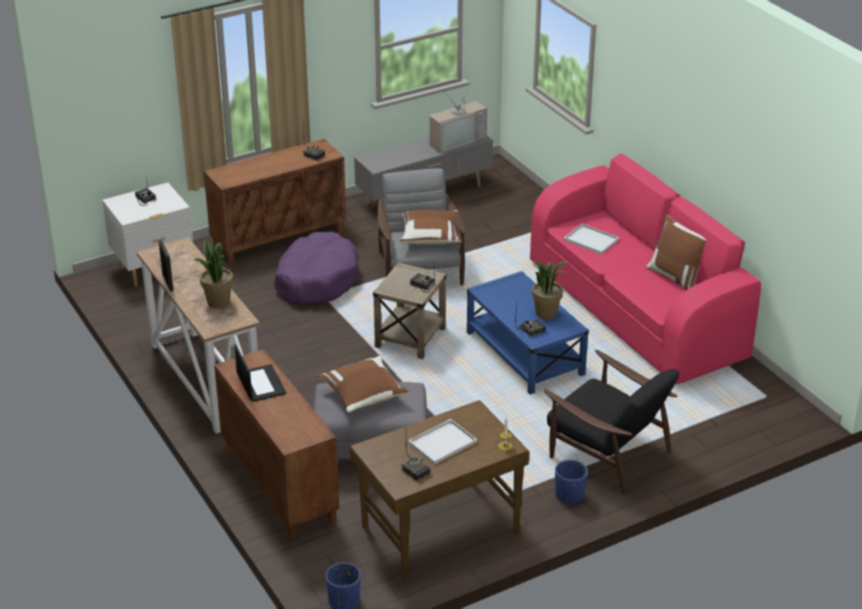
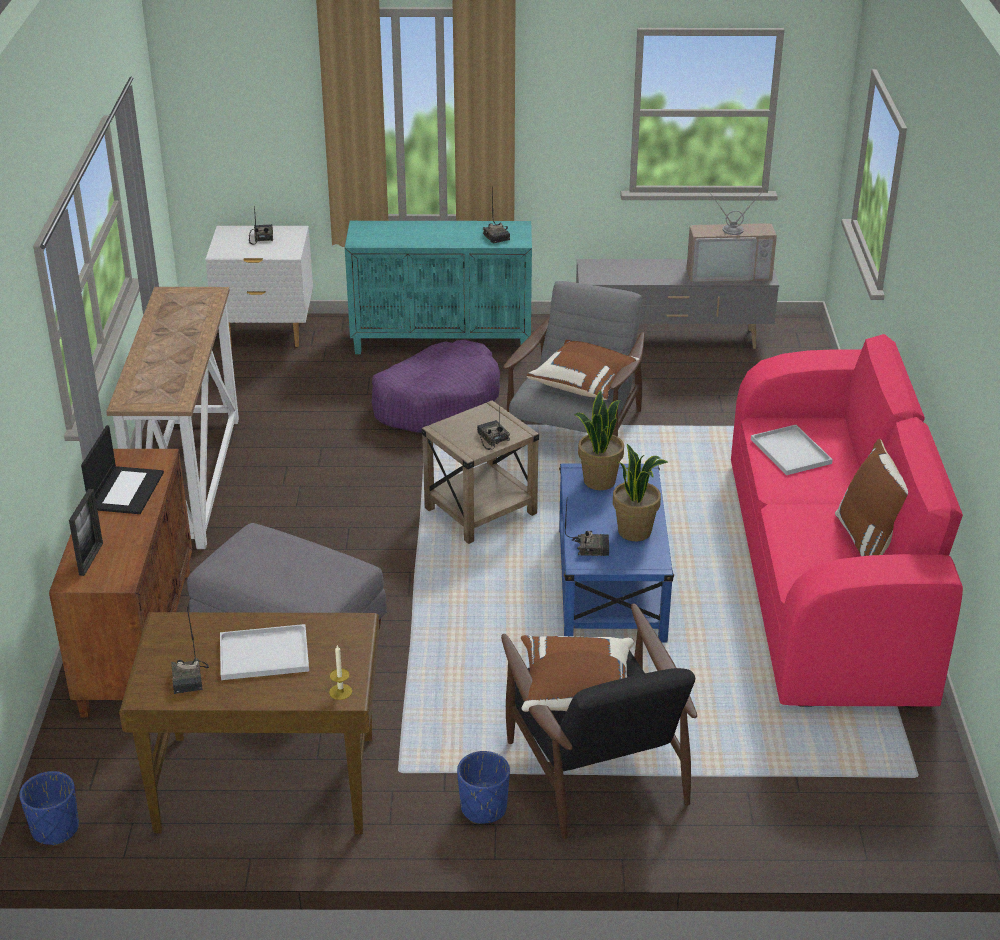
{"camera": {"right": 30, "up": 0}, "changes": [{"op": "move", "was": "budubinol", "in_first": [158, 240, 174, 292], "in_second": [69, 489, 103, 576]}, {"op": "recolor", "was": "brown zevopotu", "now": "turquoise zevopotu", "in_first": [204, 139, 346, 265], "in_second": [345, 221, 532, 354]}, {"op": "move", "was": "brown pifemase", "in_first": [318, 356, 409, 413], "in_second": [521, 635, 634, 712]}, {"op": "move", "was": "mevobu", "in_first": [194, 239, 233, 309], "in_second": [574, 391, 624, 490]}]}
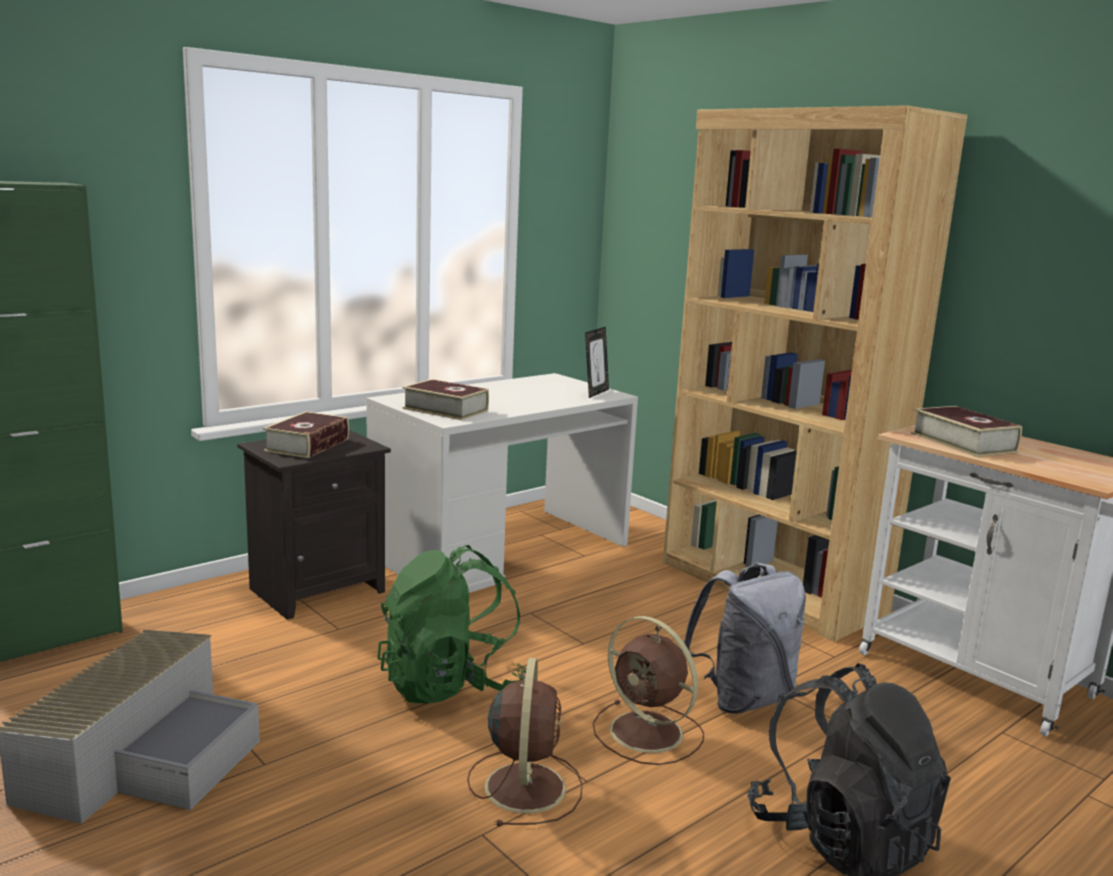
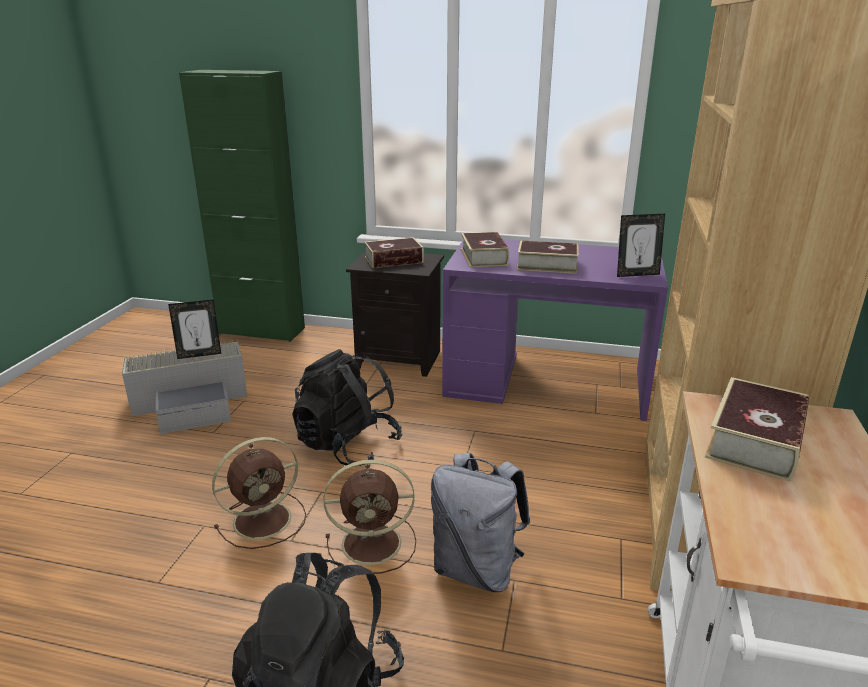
{"camera": {"right": 55, "up": 10}, "changes": [{"op": "insert", "now": "budubinol", "in_second": [168, 299, 221, 359]}, {"op": "recolor", "was": "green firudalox", "now": "black firudalox", "in_first": [378, 545, 526, 704], "in_second": [292, 349, 402, 466]}, {"op": "rotate", "was": "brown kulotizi", "in_first": [593, 616, 704, 765], "in_second": [323, 460, 416, 574], "clockwise": -105}, {"op": "recolor", "was": "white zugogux", "now": "purple zugogux", "in_first": [366, 373, 638, 593], "in_second": [442, 239, 668, 421]}, {"op": "insert", "now": "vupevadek", "in_second": [517, 241, 579, 274]}]}
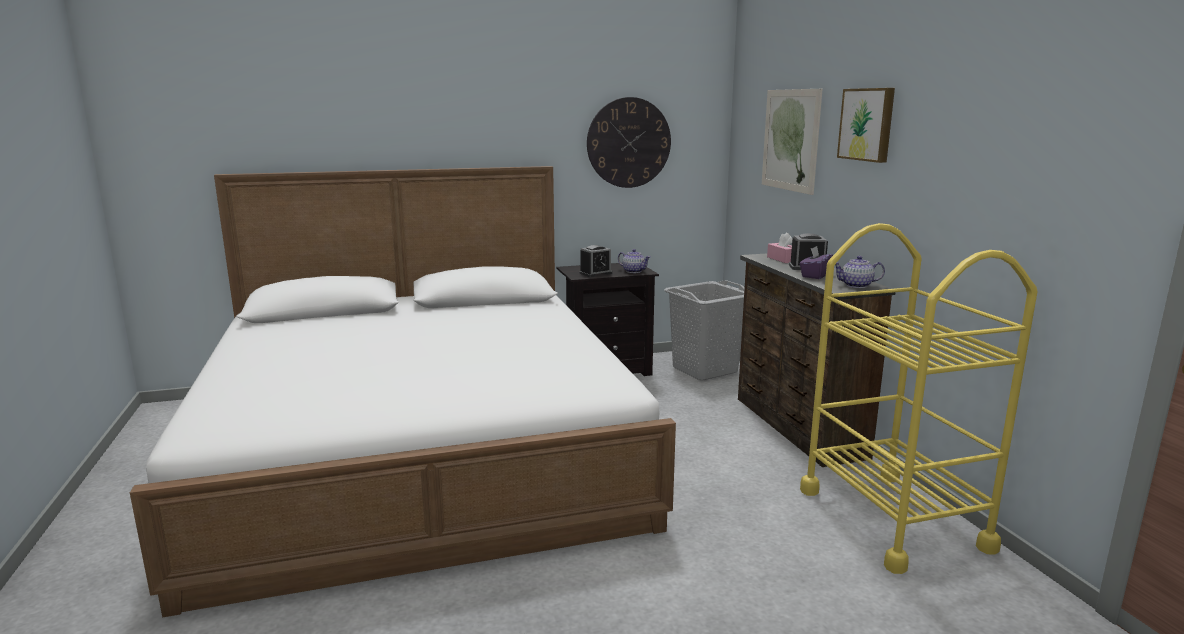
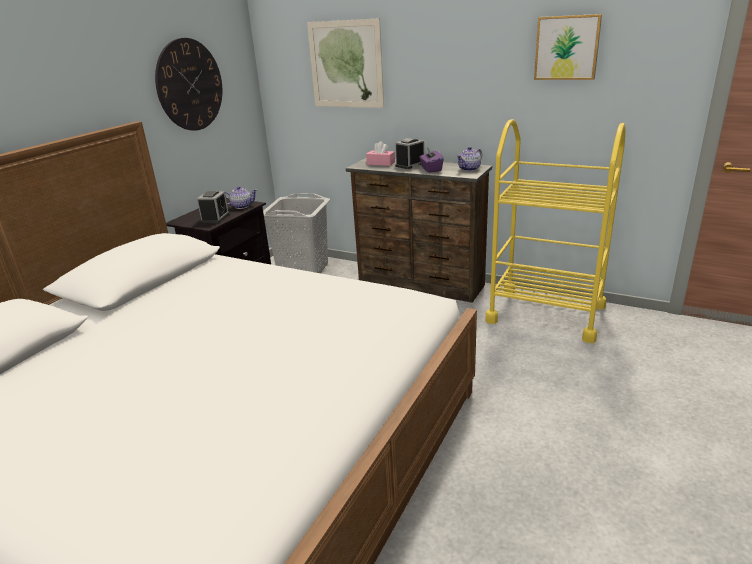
{"camera": {"right": -45, "up": 10}, "changes": [{"op": "move", "was": "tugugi", "in_first": [837, 88, 895, 163], "in_second": [534, 14, 602, 80]}]}
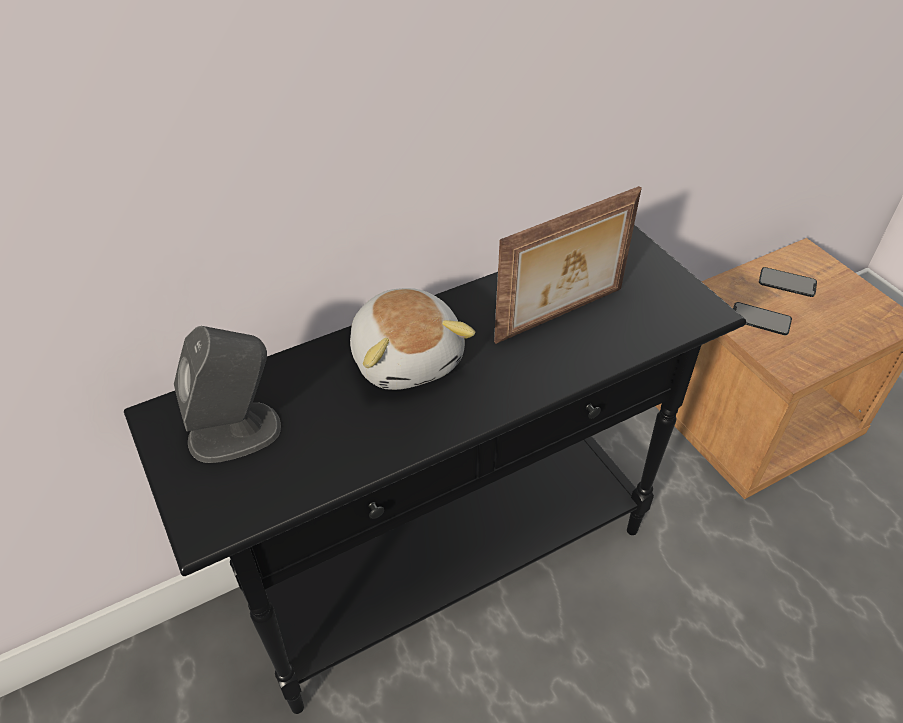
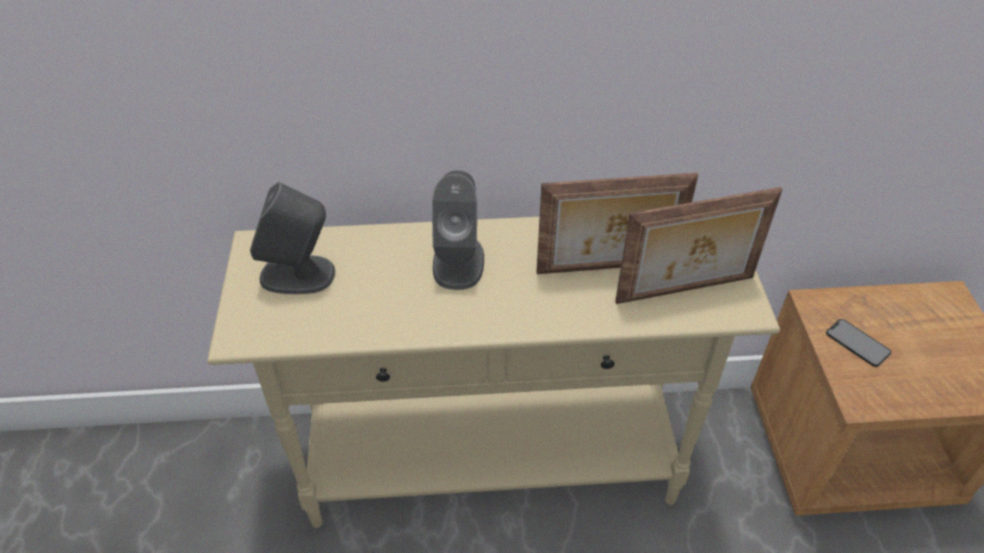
{"camera": {"right": 25, "up": 0}, "changes": [{"op": "recolor", "was": "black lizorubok", "now": "beige lizorubok", "in_first": [124, 224, 746, 714], "in_second": [207, 217, 780, 528]}, {"op": "replace", "was": "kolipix", "now": "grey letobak", "in_first": [350, 288, 475, 390], "in_second": [432, 170, 484, 290]}, {"op": "insert", "now": "budubinol", "in_second": [615, 187, 783, 304]}, {"op": "delete", "was": "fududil", "in_first": [759, 267, 817, 297]}]}
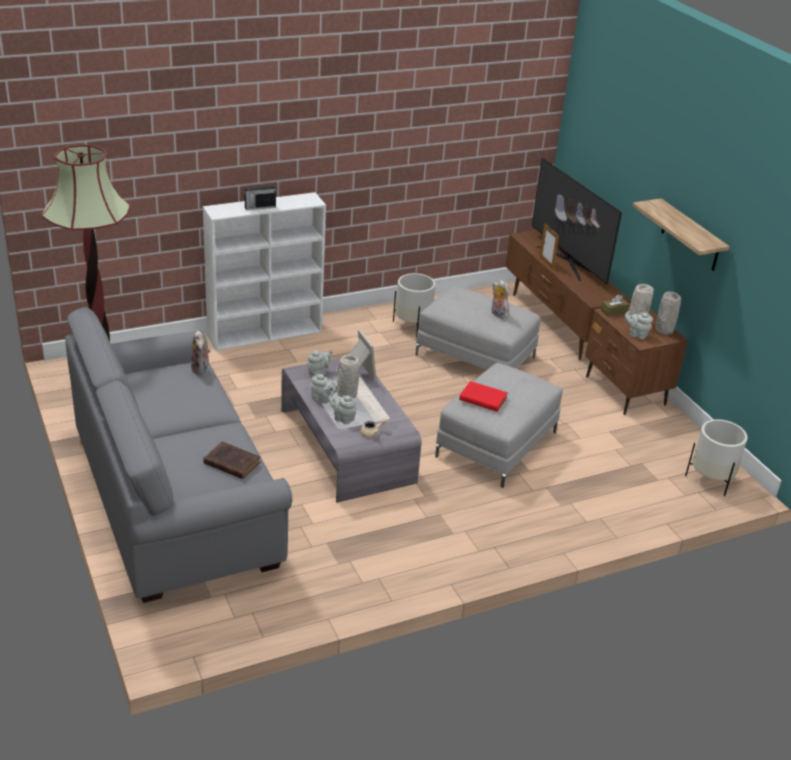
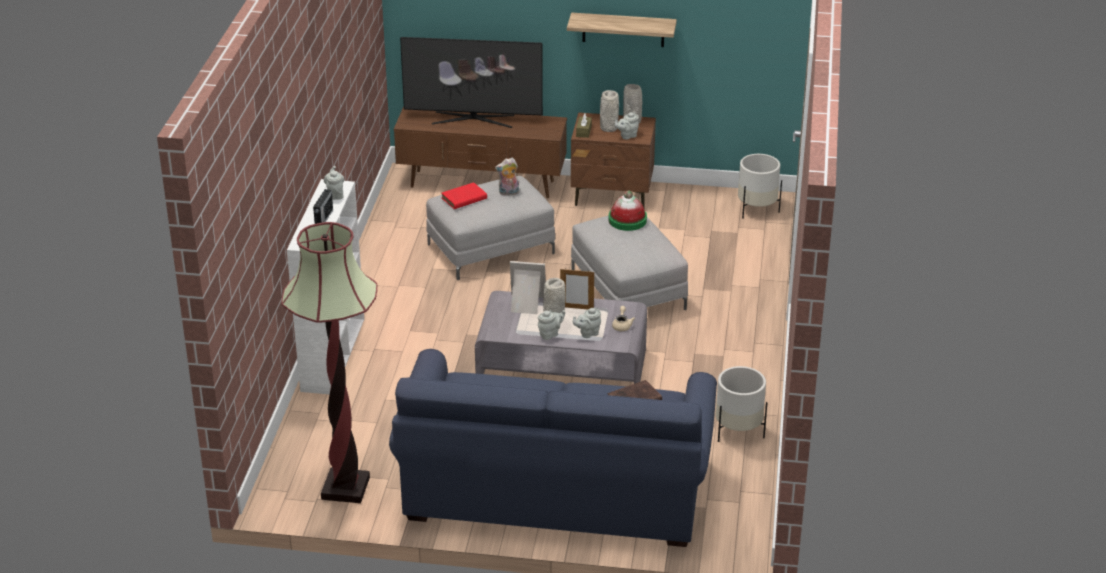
{"camera": {"right": -55, "up": 0}, "changes": [{"op": "move", "was": "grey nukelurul", "in_first": [307, 350, 332, 377], "in_second": [324, 166, 345, 200]}, {"op": "recolor", "was": "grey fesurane", "now": "blue fesurane", "in_first": [65, 307, 292, 603], "in_second": [389, 349, 717, 547]}, {"op": "move", "was": "red vupevadek", "in_first": [459, 381, 508, 412], "in_second": [441, 182, 487, 209]}, {"op": "move", "was": "budubinol", "in_first": [539, 224, 559, 270], "in_second": [560, 268, 594, 309]}, {"op": "insert", "now": "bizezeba", "in_second": [609, 190, 647, 231]}, {"op": "move", "was": "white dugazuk", "in_first": [393, 273, 436, 338], "in_second": [716, 366, 768, 442]}, {"op": "delete", "was": "kolipix", "in_first": [191, 330, 210, 375]}]}
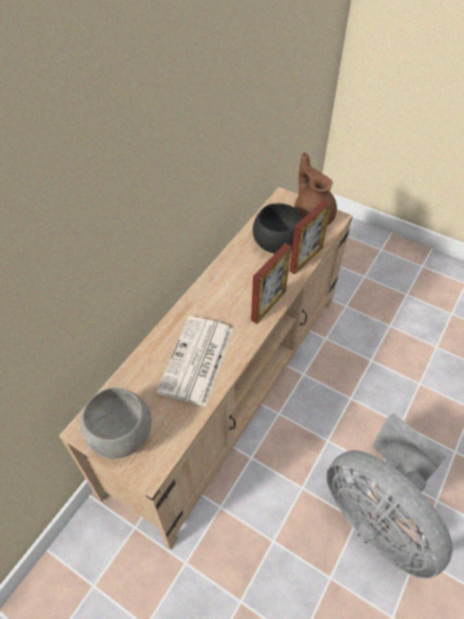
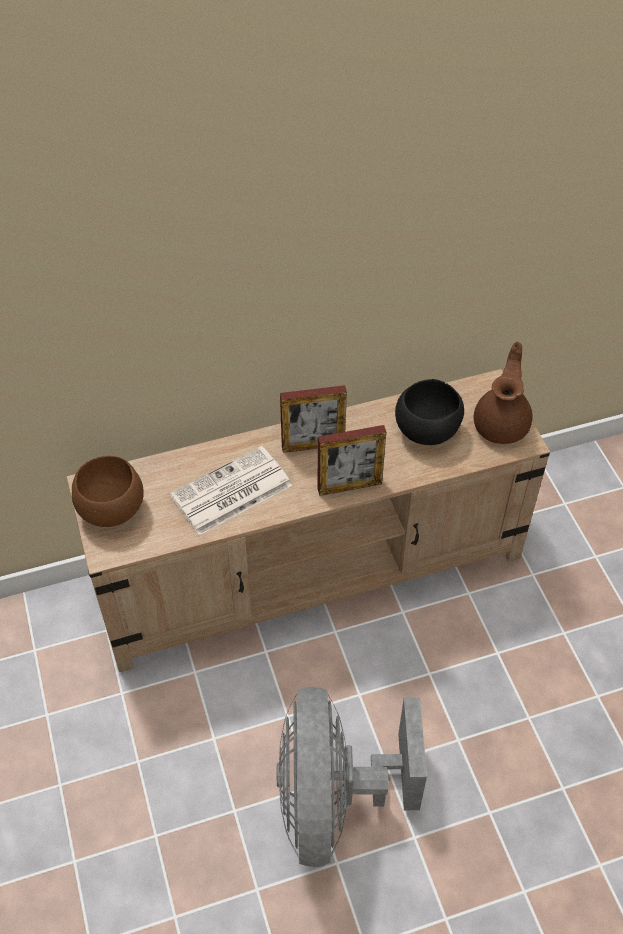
{"camera": {"right": 40, "up": 0}, "changes": [{"op": "recolor", "was": "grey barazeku", "now": "brown barazeku", "in_first": [81, 387, 152, 458], "in_second": [72, 456, 144, 527]}, {"op": "move", "was": "budubinol", "in_first": [289, 199, 332, 275], "in_second": [280, 385, 347, 453]}]}
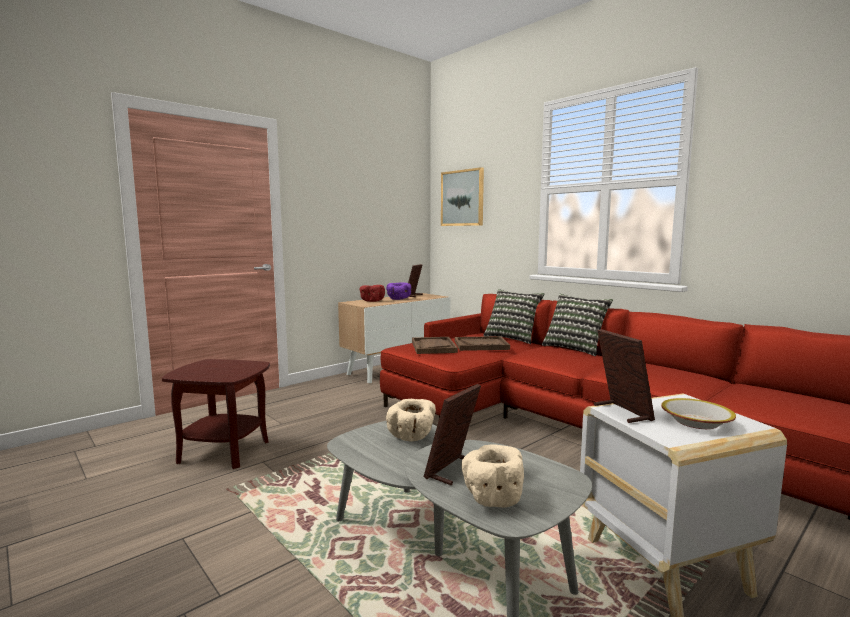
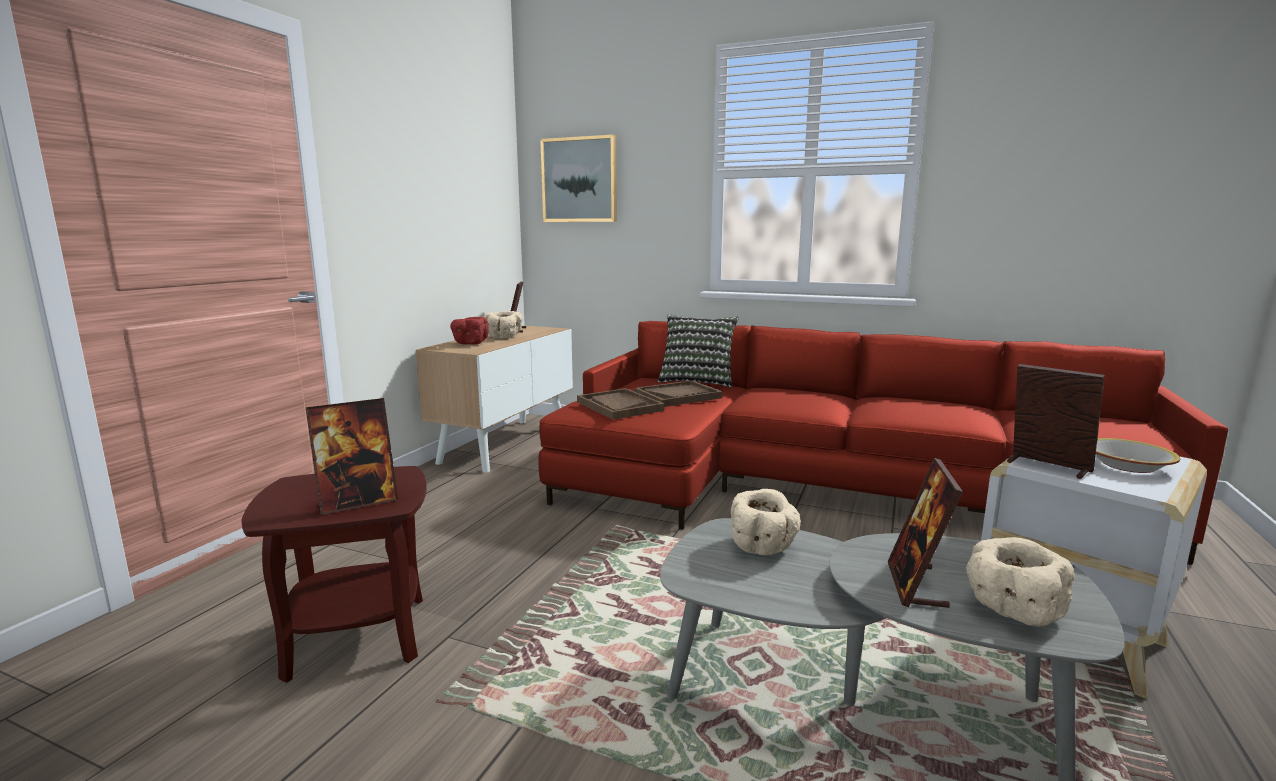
{"camera": {"right": -25, "up": 5}, "changes": [{"op": "insert", "now": "budubinol", "in_second": [306, 398, 398, 515]}, {"op": "recolor", "was": "purple barazeku", "now": "beige barazeku", "in_first": [386, 282, 411, 300], "in_second": [484, 311, 523, 339]}, {"op": "delete", "was": "pifemase", "in_first": [542, 294, 613, 356]}]}
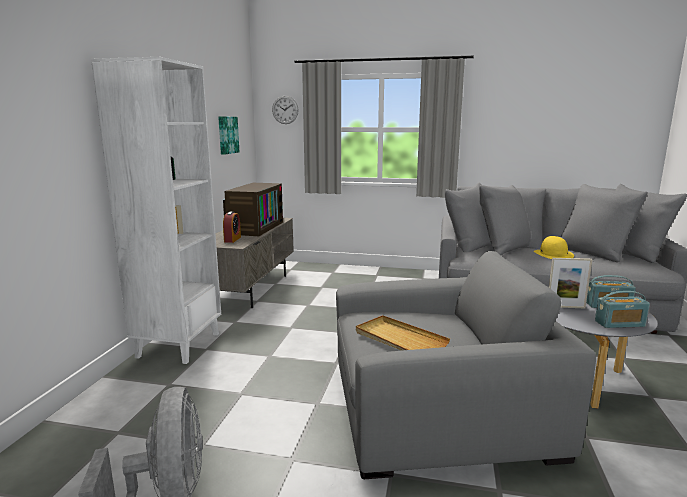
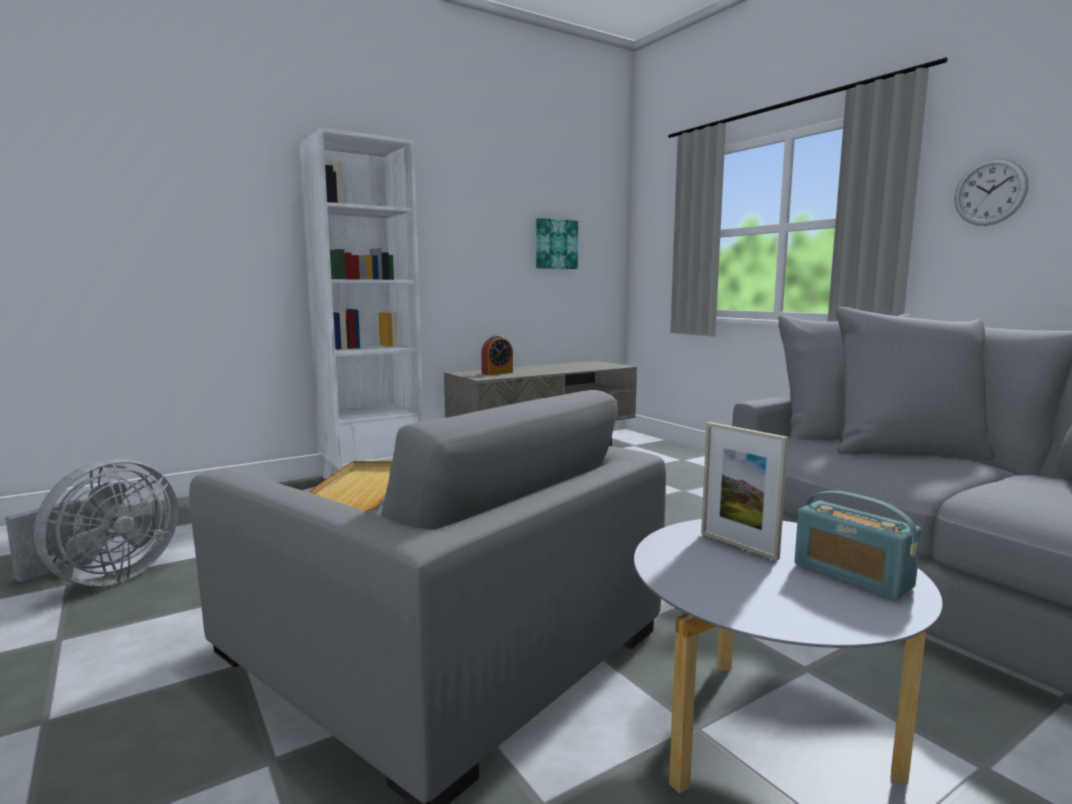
{"camera": {"right": 45, "up": -5}, "changes": [{"op": "move", "was": "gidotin", "in_first": [272, 96, 298, 124], "in_second": [955, 158, 1028, 226]}, {"op": "delete", "was": "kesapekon", "in_first": [223, 183, 283, 236]}, {"op": "delete", "was": "yellow bizezeba", "in_first": [534, 236, 574, 259]}, {"op": "delete", "was": "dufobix", "in_first": [595, 291, 650, 328]}]}
